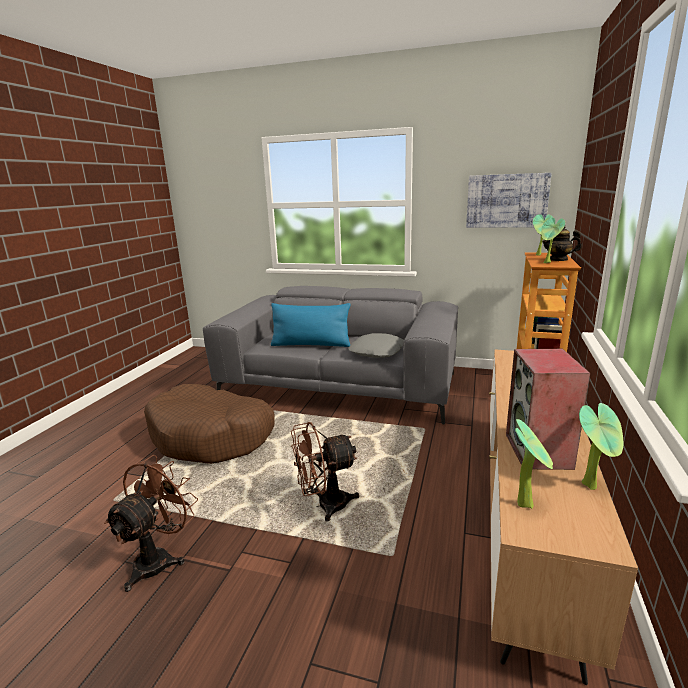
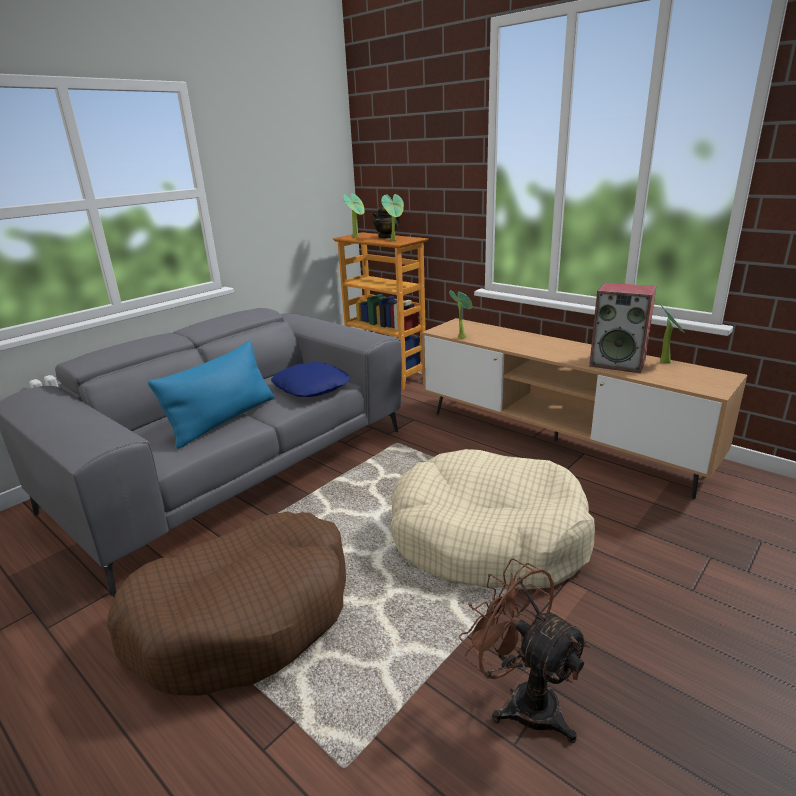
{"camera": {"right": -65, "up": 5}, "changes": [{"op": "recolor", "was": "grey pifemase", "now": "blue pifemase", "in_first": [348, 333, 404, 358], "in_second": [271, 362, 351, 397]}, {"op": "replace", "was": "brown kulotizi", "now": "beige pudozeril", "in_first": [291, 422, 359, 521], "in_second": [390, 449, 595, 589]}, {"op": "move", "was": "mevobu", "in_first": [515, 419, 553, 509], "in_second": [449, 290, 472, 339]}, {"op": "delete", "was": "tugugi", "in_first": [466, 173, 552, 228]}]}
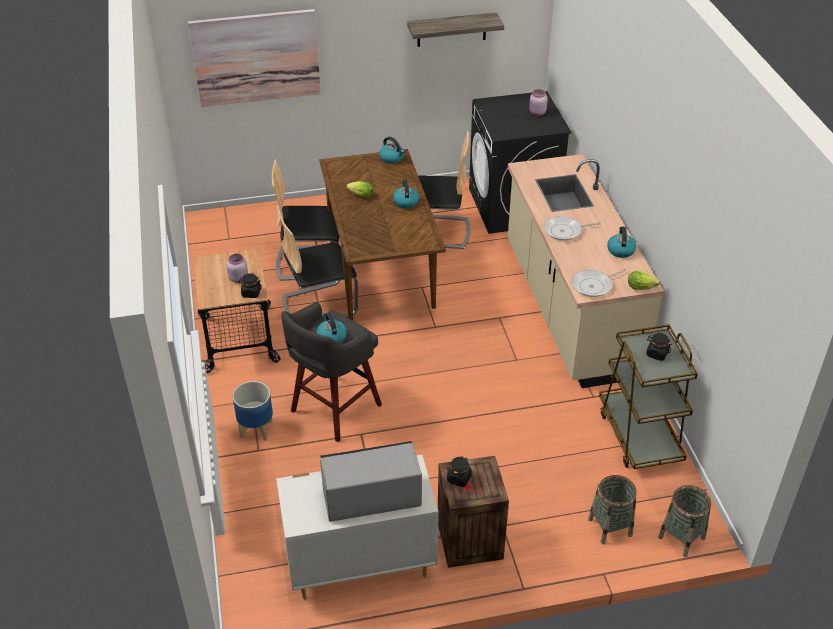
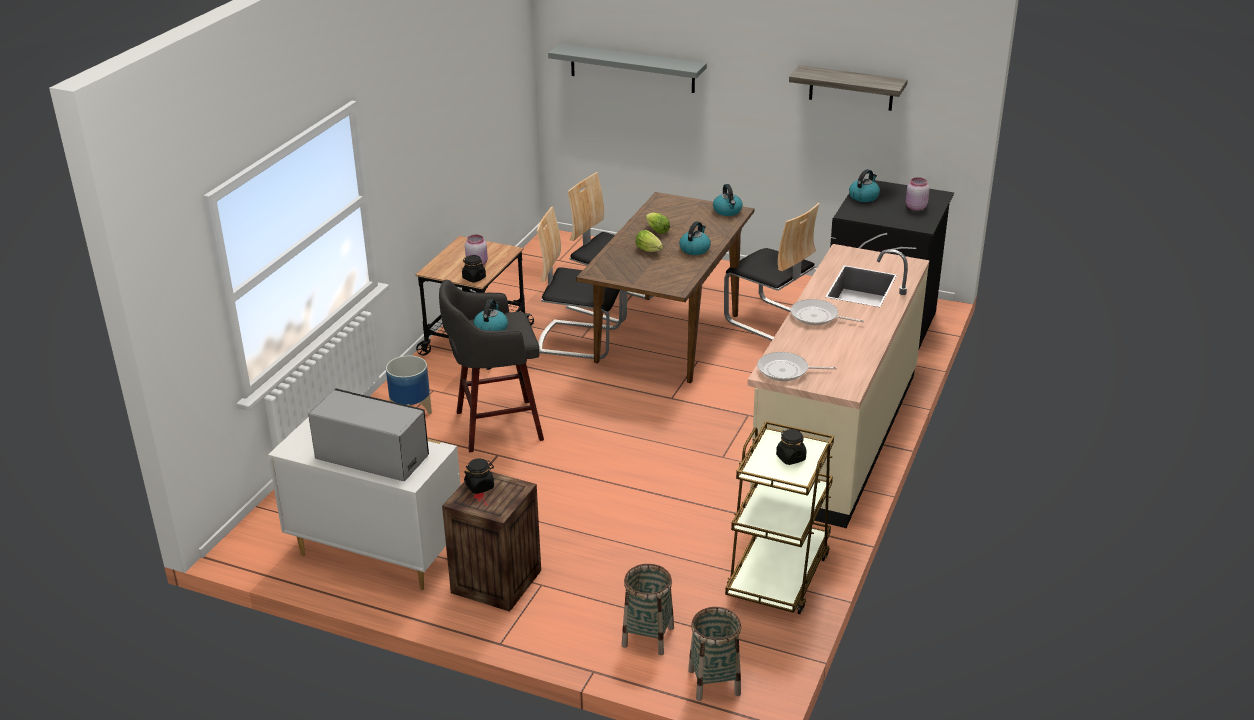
{"camera": {"right": 35, "up": -10}, "changes": [{"op": "replace", "was": "tugugi", "now": "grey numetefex", "in_first": [188, 9, 321, 107], "in_second": [548, 44, 707, 93]}, {"op": "move", "was": "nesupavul", "in_first": [628, 271, 660, 290], "in_second": [635, 230, 663, 252]}, {"op": "move", "was": "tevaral", "in_first": [607, 227, 636, 258], "in_second": [849, 169, 880, 202]}]}
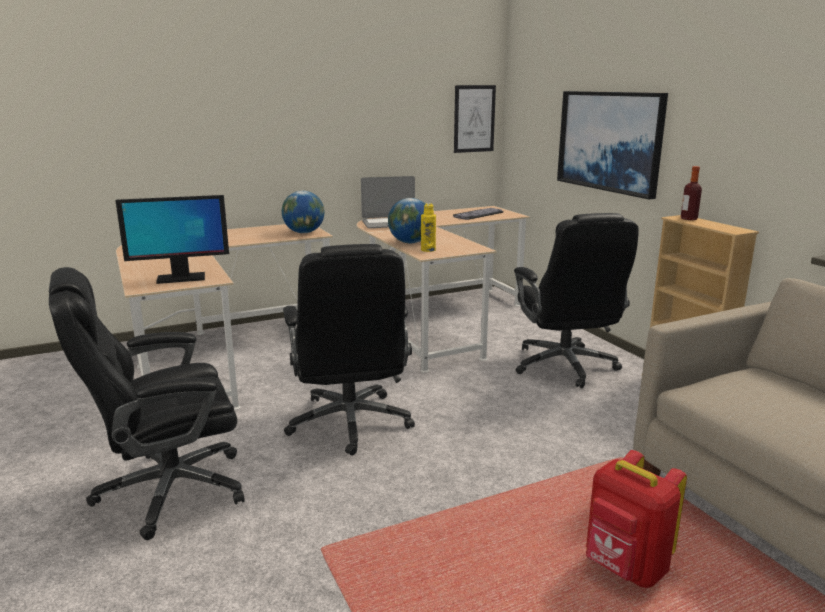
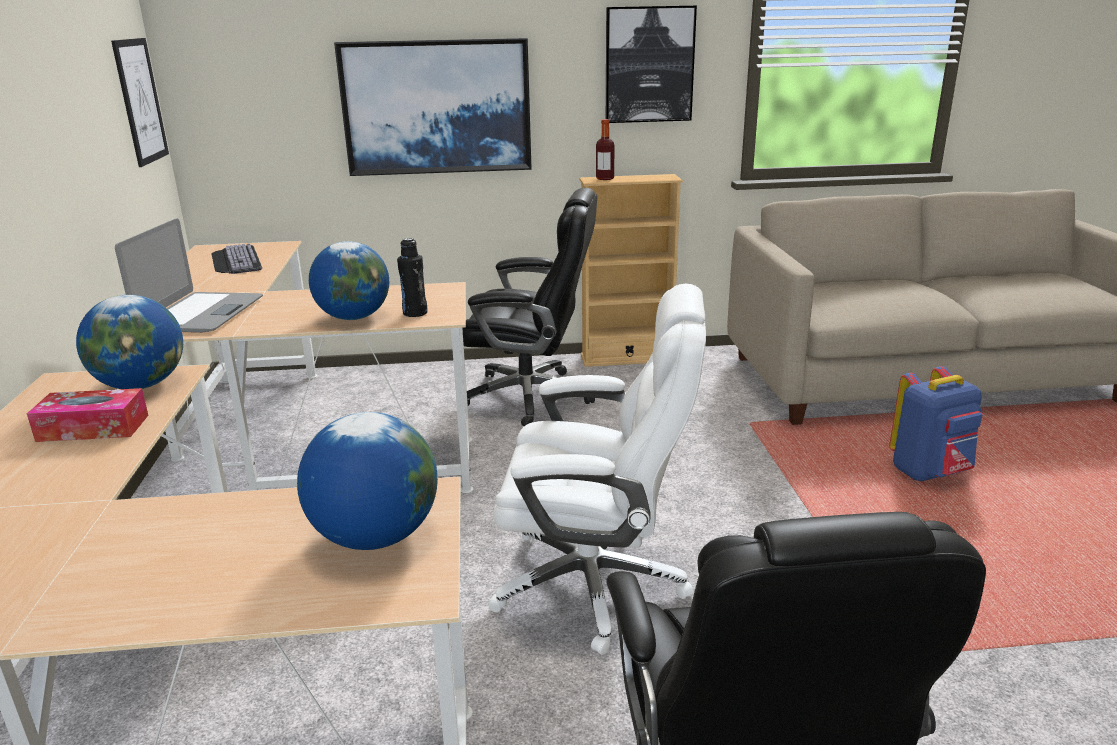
{"camera": {"right": -70, "up": 5}, "changes": [{"op": "insert", "now": "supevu", "in_second": [27, 388, 148, 442]}, {"op": "replace", "was": "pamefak", "now": "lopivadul", "in_first": [115, 195, 229, 284], "in_second": [297, 412, 438, 550]}, {"op": "recolor", "was": "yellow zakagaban", "now": "black zakagaban", "in_first": [421, 203, 436, 252], "in_second": [397, 238, 428, 317]}, {"op": "recolor", "was": "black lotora", "now": "white lotora", "in_first": [283, 244, 415, 456], "in_second": [488, 284, 706, 655]}, {"op": "insert", "now": "tugugi", "in_second": [606, 6, 697, 123]}, {"op": "recolor", "was": "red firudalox", "now": "blue firudalox", "in_first": [586, 450, 687, 588], "in_second": [889, 366, 983, 481]}]}
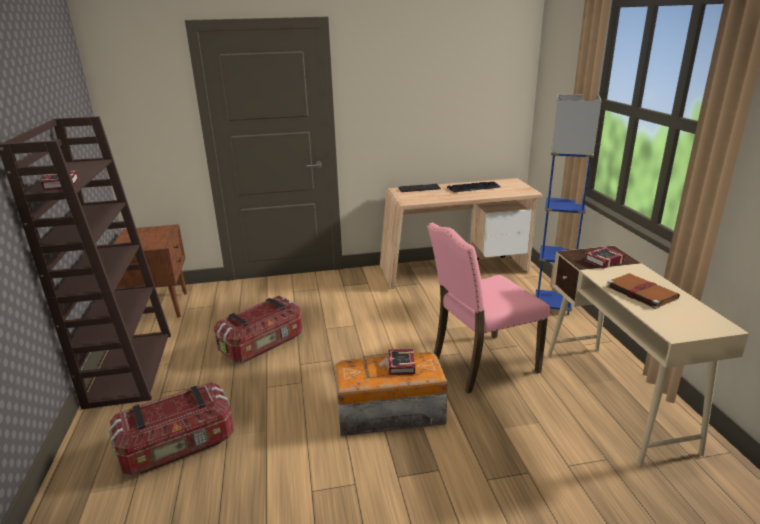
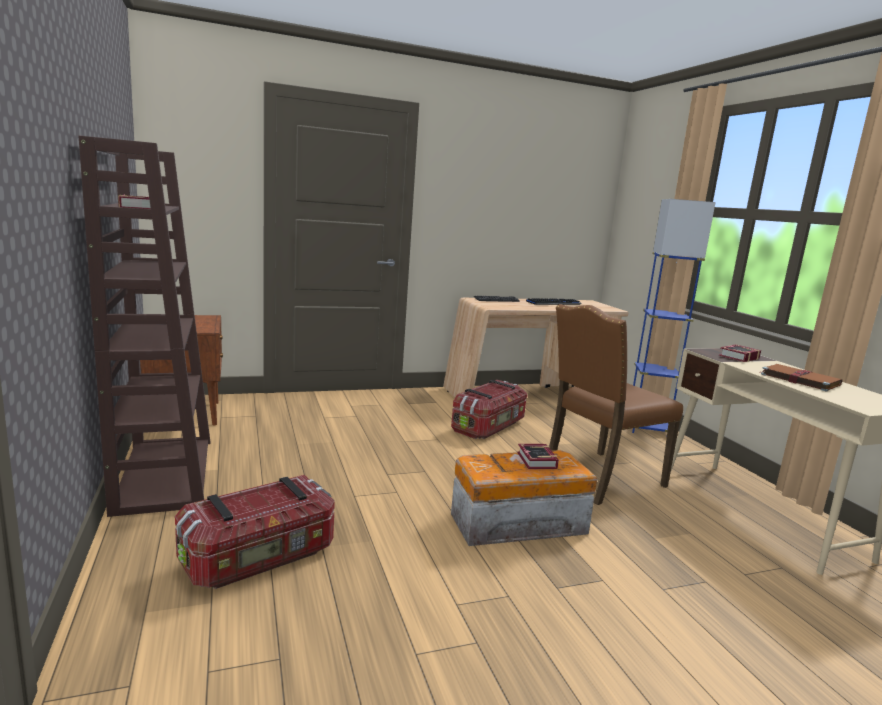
{"camera": {"right": -10, "up": -10}, "changes": [{"op": "move", "was": "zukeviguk", "in_first": [214, 296, 303, 363], "in_second": [451, 380, 527, 439]}, {"op": "recolor", "was": "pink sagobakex", "now": "brown sagobakex", "in_first": [427, 223, 550, 394], "in_second": [549, 304, 683, 505]}]}
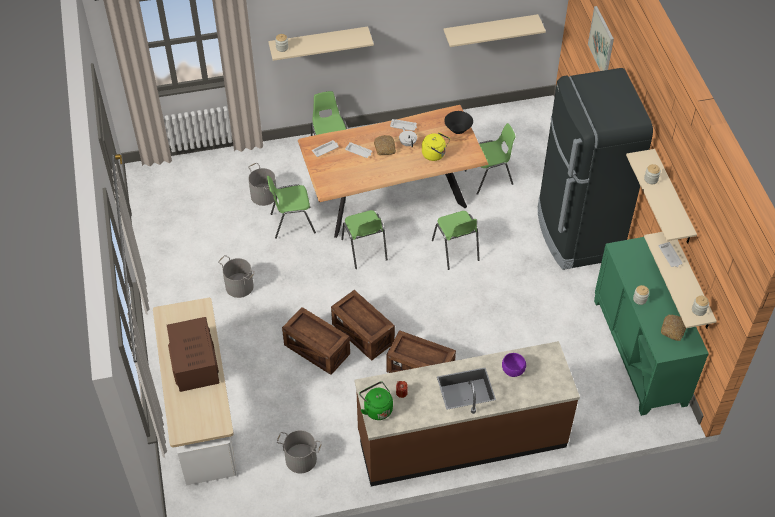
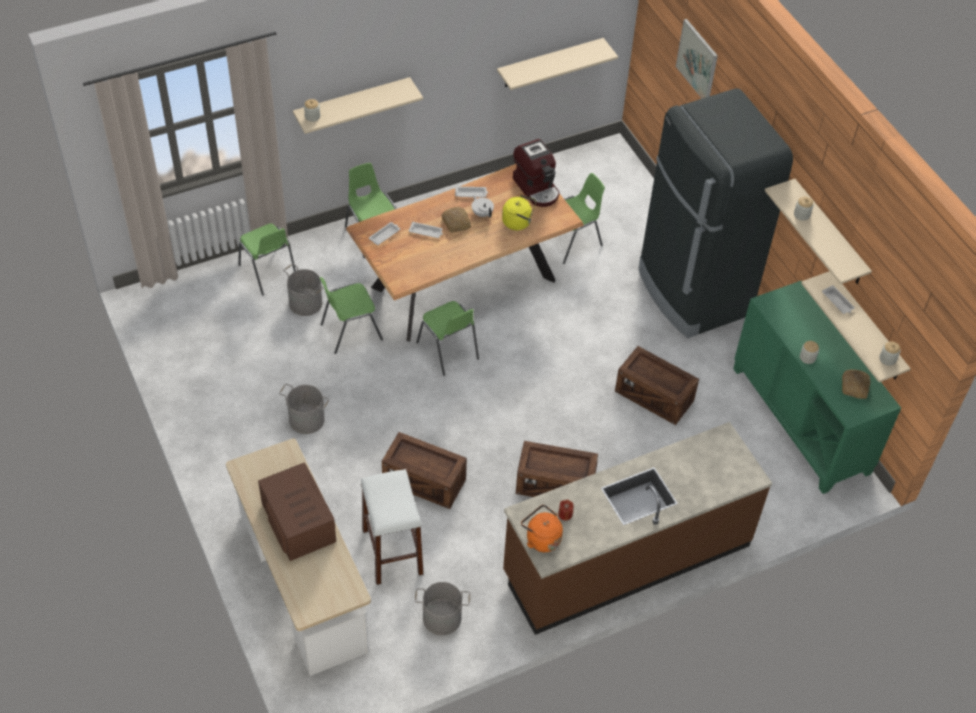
{"camera": {"right": -15, "up": 0}, "changes": [{"op": "move", "was": "green sagobakex", "in_first": [432, 211, 480, 270], "in_second": [238, 223, 296, 296]}, {"op": "insert", "now": "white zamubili", "in_second": [361, 469, 424, 585]}, {"op": "replace", "was": "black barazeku", "now": "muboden", "in_first": [444, 111, 473, 134], "in_second": [513, 139, 560, 207]}, {"op": "recolor", "was": "green tevaral", "now": "orange tevaral", "in_first": [359, 381, 393, 420], "in_second": [521, 505, 563, 552]}, {"op": "move", "was": "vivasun", "in_first": [331, 290, 395, 361], "in_second": [615, 346, 699, 425]}, {"op": "delete", "was": "purple barazeku", "in_first": [502, 353, 526, 377]}]}
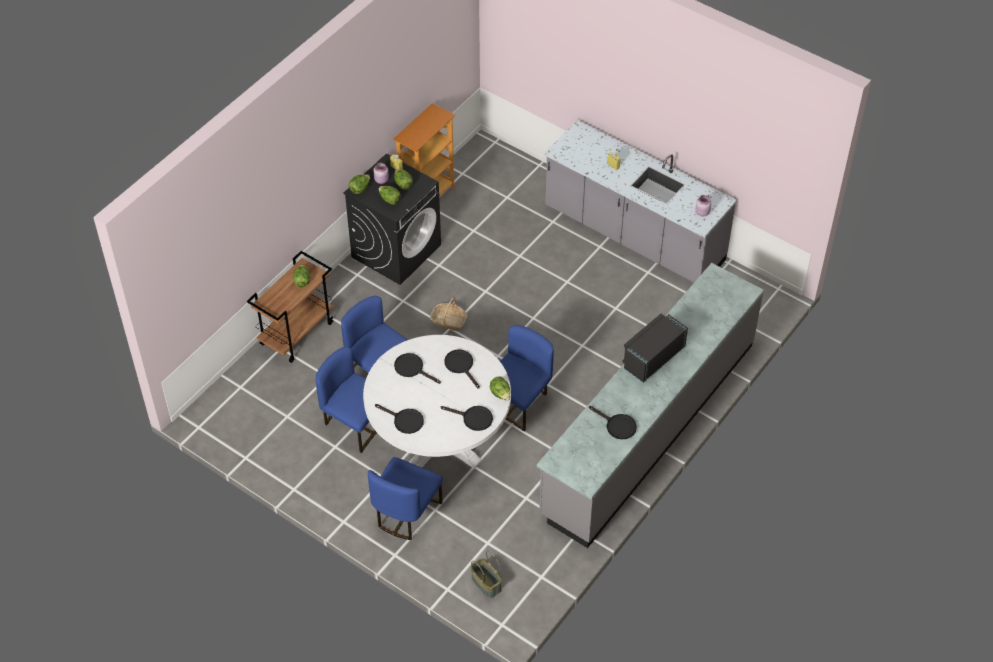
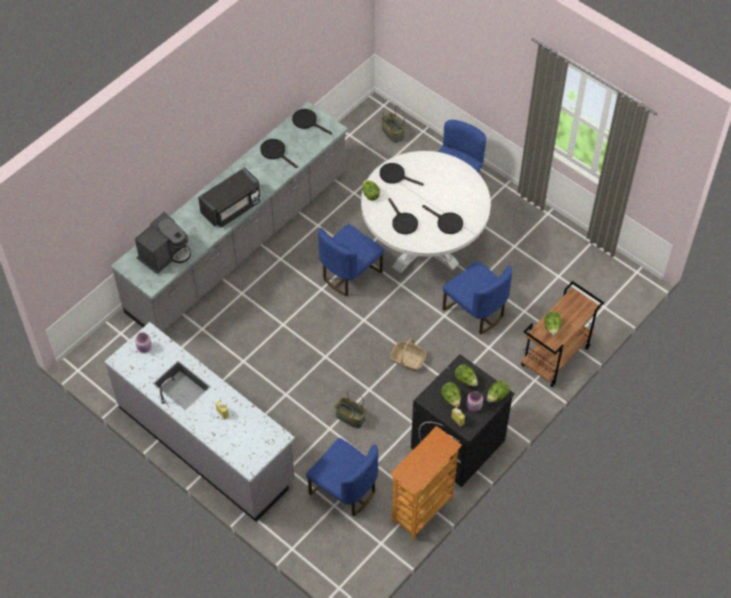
{"camera": {"right": -175, "up": 5}, "changes": [{"op": "insert", "now": "muboden", "in_second": [135, 212, 191, 274]}, {"op": "move", "was": "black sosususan", "in_first": [375, 404, 424, 434], "in_second": [292, 109, 332, 134]}, {"op": "move", "was": "blue sagobakex", "in_first": [315, 347, 377, 453], "in_second": [306, 438, 378, 517]}, {"op": "insert", "now": "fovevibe", "in_second": [335, 390, 366, 429]}]}
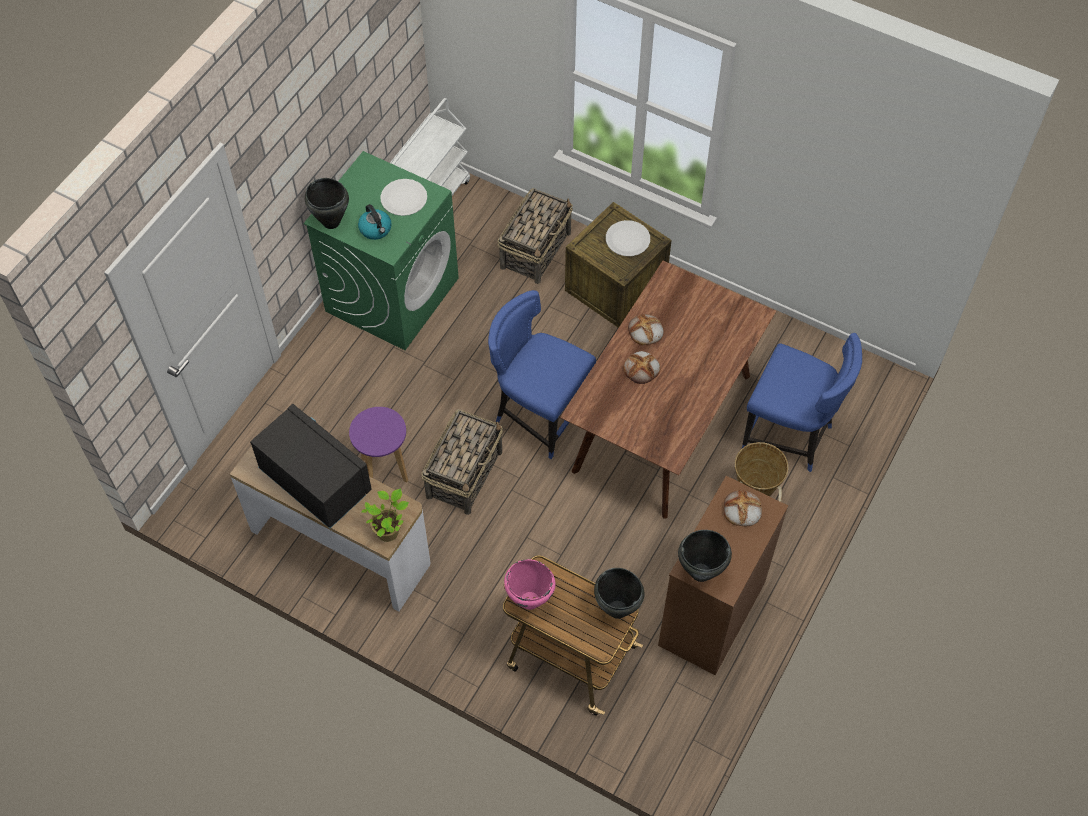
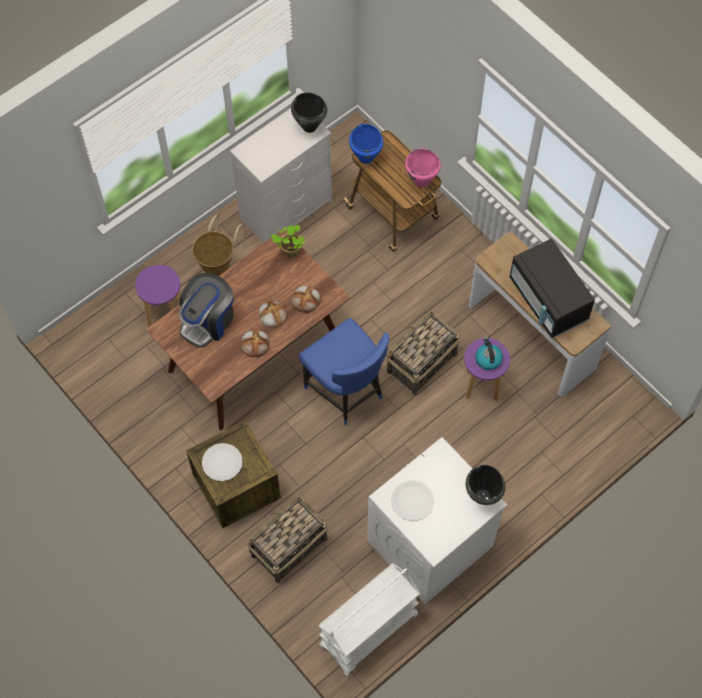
{"camera": {"right": -160, "up": 5}, "changes": [{"op": "replace", "was": "blue sagobakex", "now": "purple zamubili", "in_first": [742, 333, 862, 472], "in_second": [135, 265, 180, 326]}, {"op": "insert", "now": "muboden", "in_second": [178, 273, 233, 348]}, {"op": "recolor", "was": "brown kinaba", "now": "white kinaba", "in_first": [658, 476, 788, 675], "in_second": [230, 108, 332, 243]}, {"op": "move", "was": "mevobu", "in_first": [361, 489, 409, 542], "in_second": [271, 224, 306, 258]}, {"op": "move", "was": "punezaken", "in_first": [724, 490, 762, 526], "in_second": [291, 286, 321, 313]}, {"op": "recolor", "was": "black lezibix", "now": "blue lezibix", "in_first": [594, 568, 645, 619], "in_second": [349, 124, 383, 164]}, {"op": "recolor", "was": "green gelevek", "now": "white gelevek", "in_first": [304, 151, 459, 350], "in_second": [367, 437, 507, 604]}, {"op": "move", "was": "tevaral", "in_first": [358, 204, 392, 240], "in_second": [475, 337, 503, 370]}]}
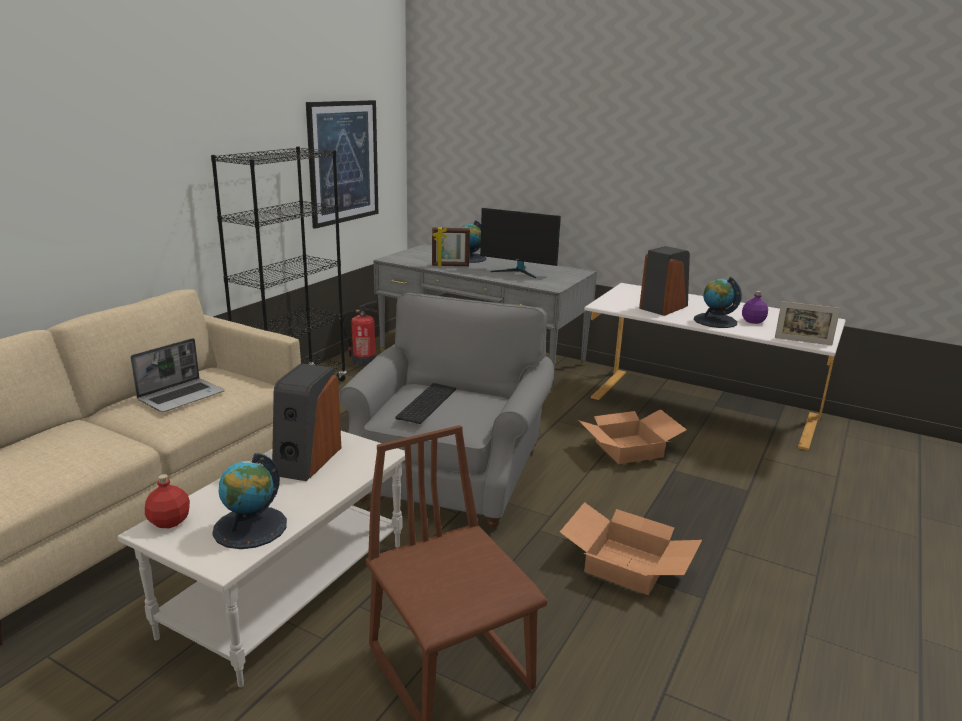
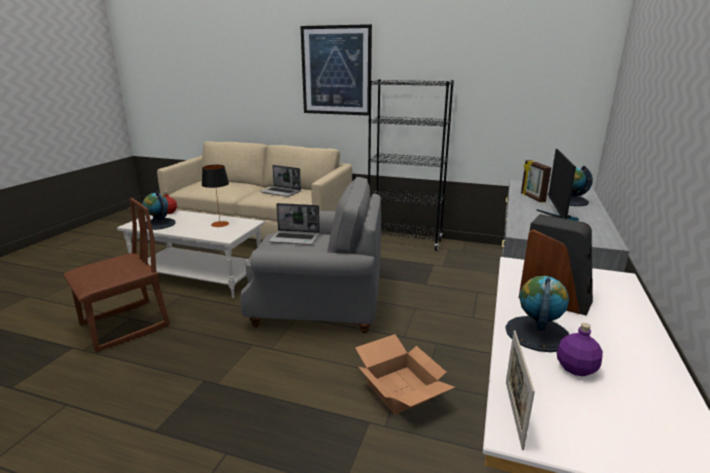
{"camera": {"right": 80, "up": 0}, "changes": [{"op": "replace", "was": "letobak", "now": "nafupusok", "in_first": [272, 363, 341, 481], "in_second": [202, 165, 229, 227]}, {"op": "replace", "was": "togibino", "now": "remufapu", "in_first": [395, 383, 456, 424], "in_second": [268, 203, 320, 245]}, {"op": "move", "was": "tugugi", "in_first": [306, 100, 378, 229], "in_second": [300, 24, 372, 116]}, {"op": "delete", "was": "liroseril", "in_first": [343, 301, 378, 366]}, {"op": "delete", "was": "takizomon", "in_first": [560, 502, 702, 595]}]}
